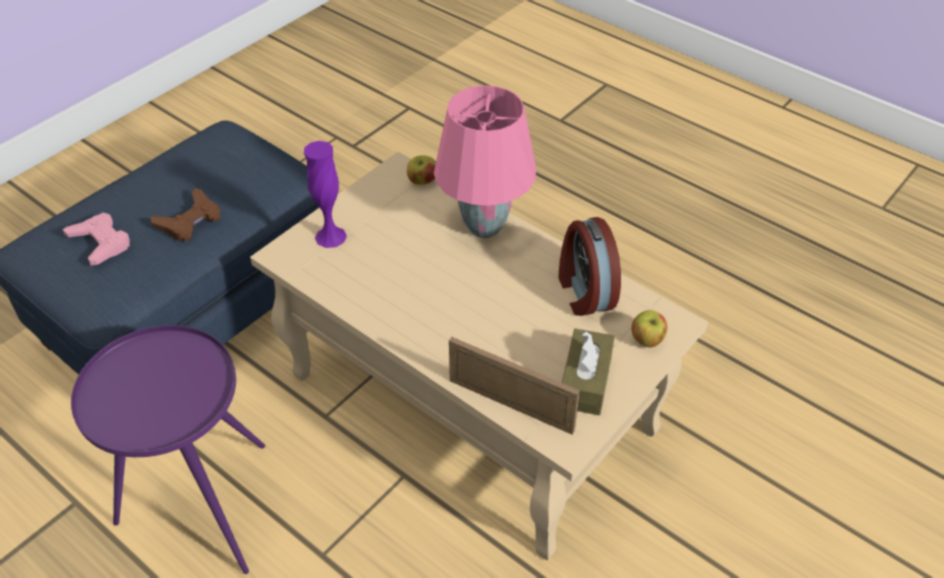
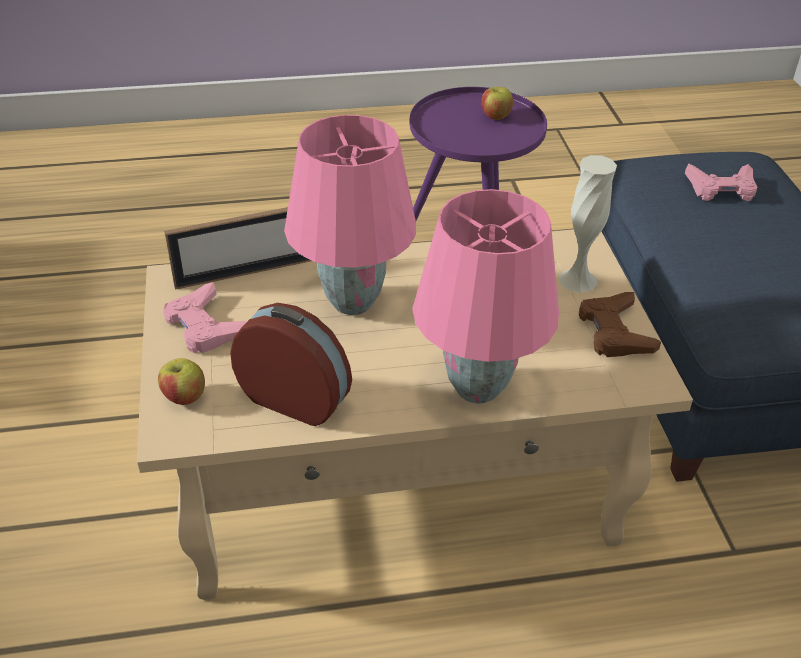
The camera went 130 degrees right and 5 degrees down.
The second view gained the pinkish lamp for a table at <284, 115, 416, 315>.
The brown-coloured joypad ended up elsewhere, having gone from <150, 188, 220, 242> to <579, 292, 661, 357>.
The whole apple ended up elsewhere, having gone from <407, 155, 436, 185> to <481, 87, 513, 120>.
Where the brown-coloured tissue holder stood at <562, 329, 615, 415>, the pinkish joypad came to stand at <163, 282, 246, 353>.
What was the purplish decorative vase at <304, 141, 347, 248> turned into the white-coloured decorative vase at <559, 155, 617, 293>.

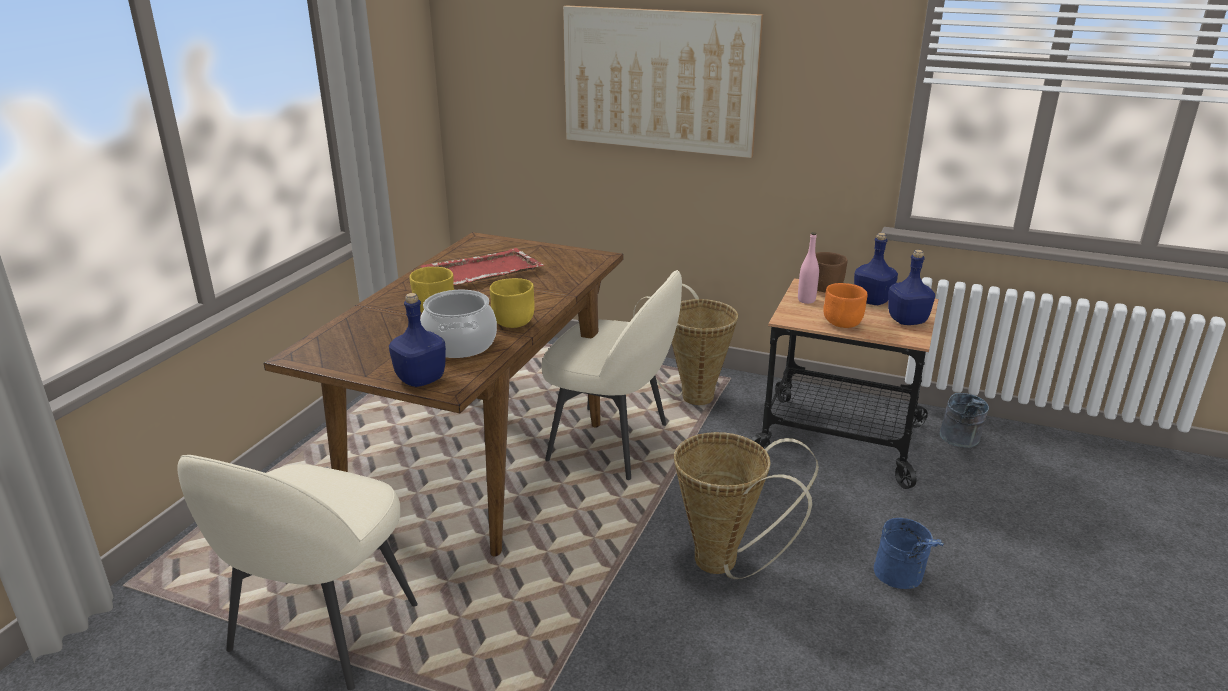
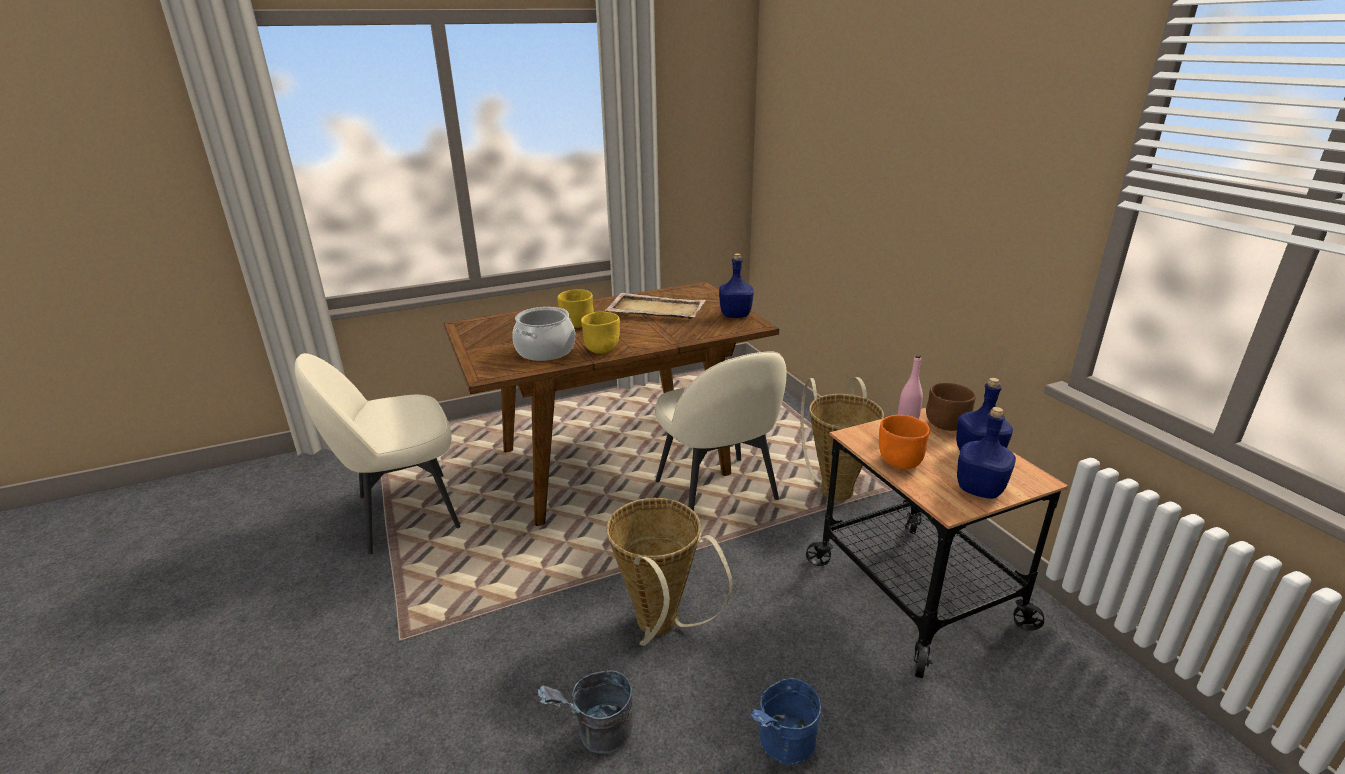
The camera went 45 degrees right and 0 degrees up.
The second view lost the wall art at <563, 5, 763, 158>.
The bluish bottle ended up elsewhere, having gone from <389, 293, 446, 387> to <719, 253, 754, 318>.
The greyish bucket ended up elsewhere, having gone from <940, 393, 989, 448> to <537, 671, 634, 754>.
What was the red-coloured tray at <420, 248, 544, 285> turned into the beige tray at <605, 293, 706, 319>.

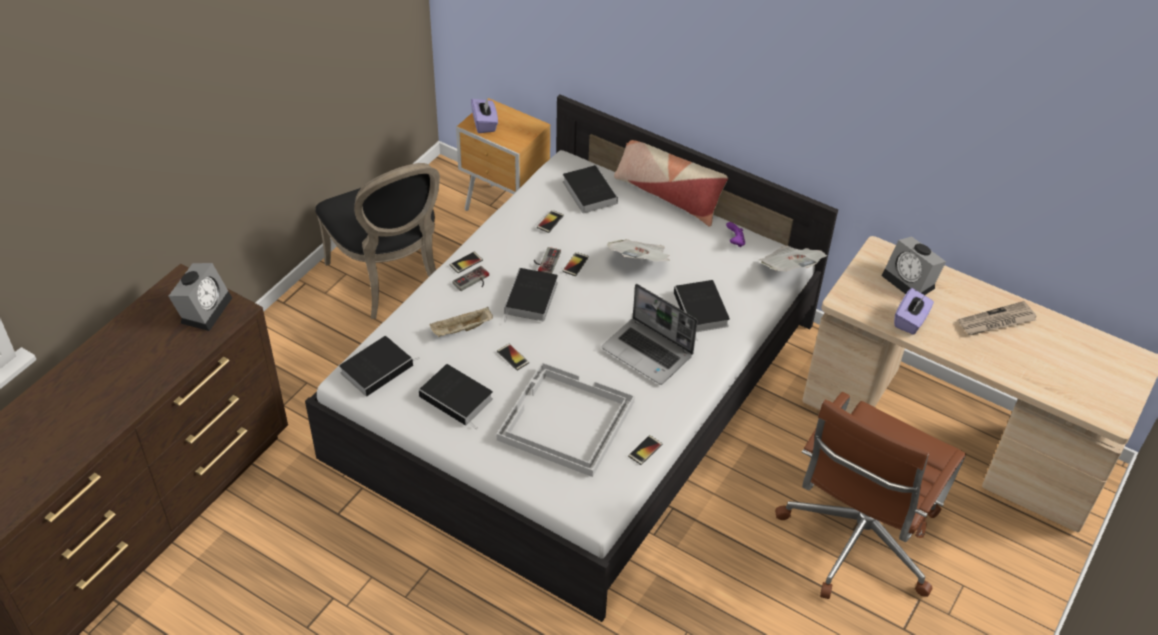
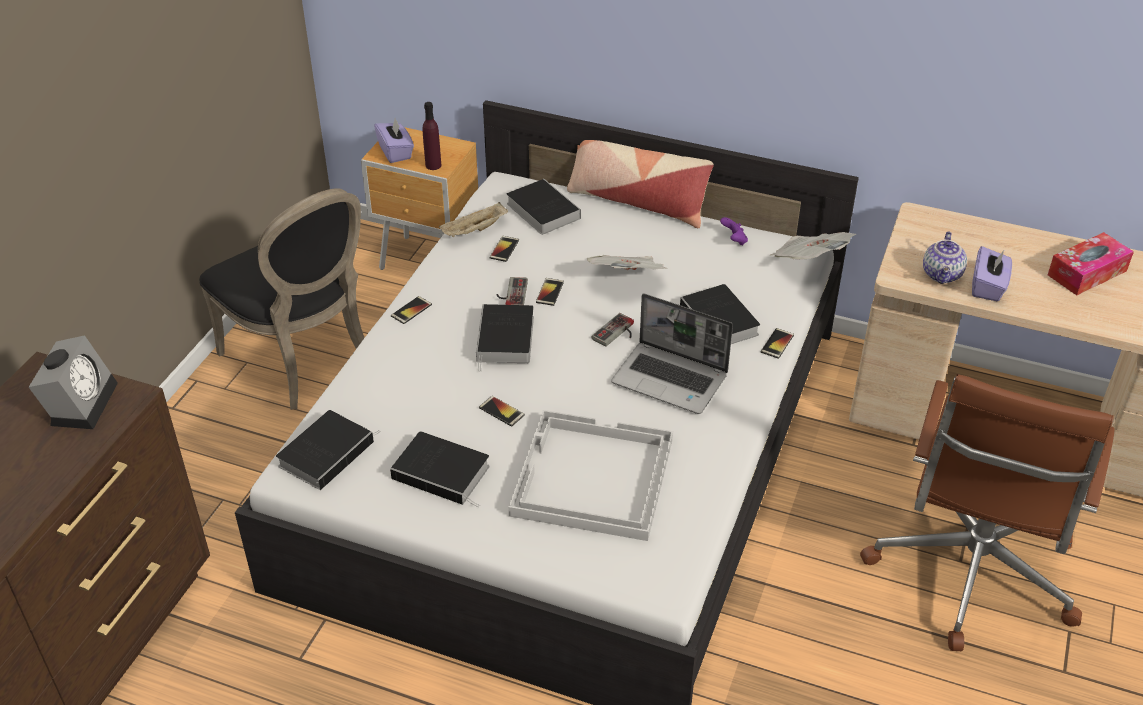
The camera went 10 degrees left and 5 degrees down.
The second view lost the alarm clock at <882, 236, 946, 295>.
The second view gained the purplish bottle at <422, 102, 441, 170>.
The second view gained the tea pot at <923, 231, 967, 284>.
The beige tray ended up elsewhere, having gone from <430, 307, 493, 337> to <439, 202, 508, 237>.
The joypad ended up elsewhere, having gone from <453, 266, 489, 291> to <592, 313, 634, 347>.
The telephone ended up elsewhere, having gone from <628, 435, 662, 465> to <761, 328, 794, 359>.
Where the printed paper stood at <958, 301, 1036, 335>, the tissue holder came to stand at <1048, 232, 1134, 295>.

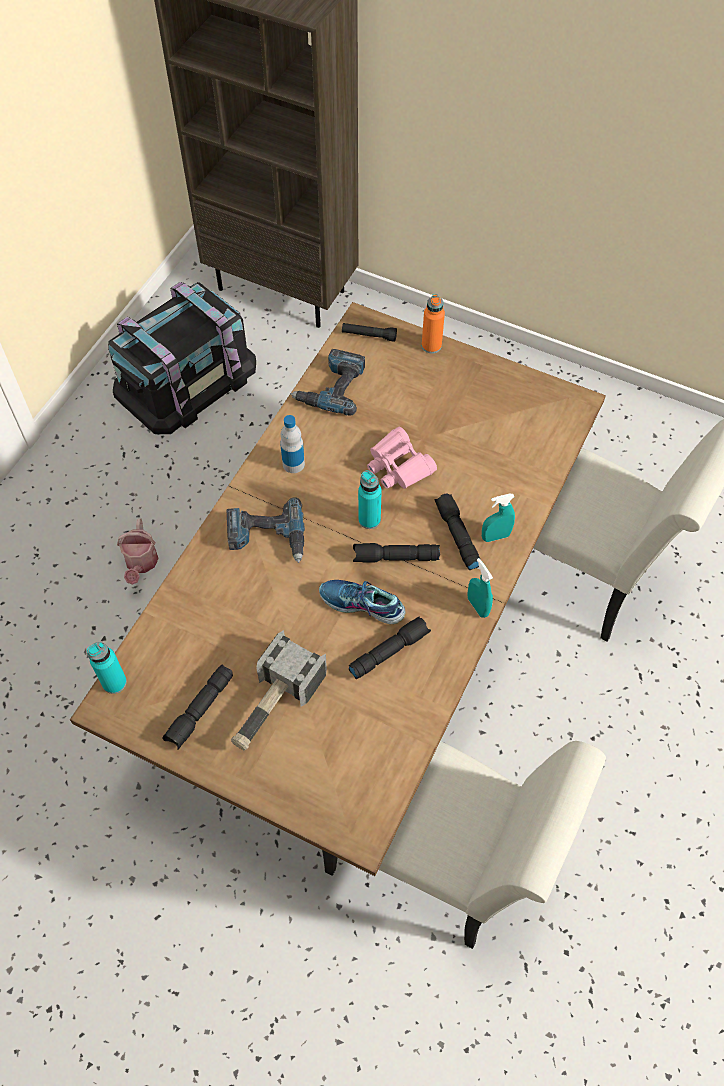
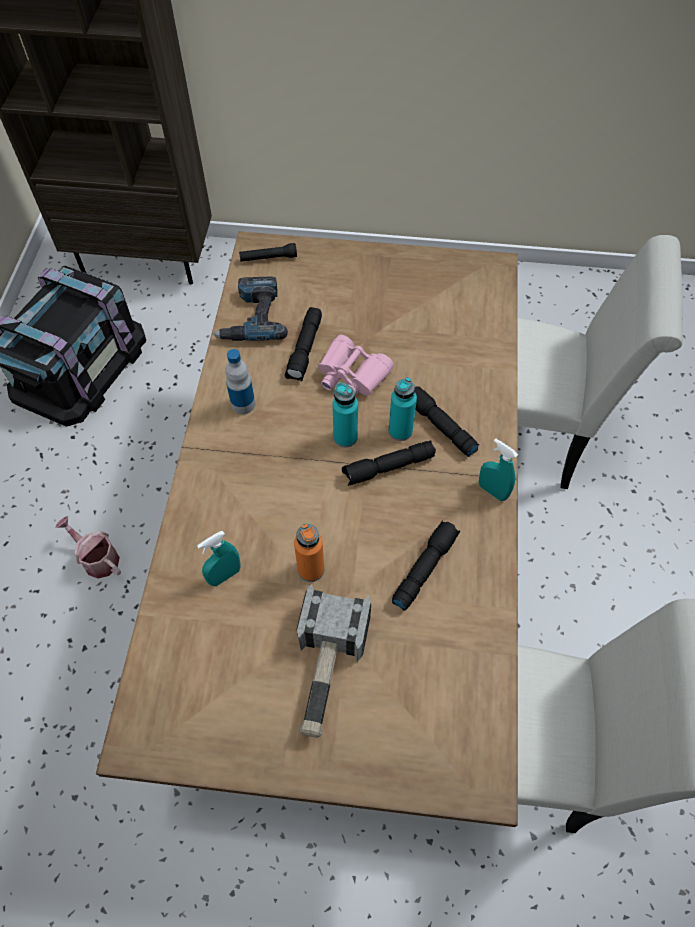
The camera went 20 degrees left and 0 degrees up.
The second view lost the power drill at <227, 497, 305, 563>.
The second view lost the item of footwear at <319, 580, 406, 624>.
The turquoise-coloured bottle ended up elsewhere, having gone from <87, 642, 127, 694> to <388, 377, 417, 441>.
The black flashlight ended up elsewhere, having gone from <162, 665, 233, 750> to <285, 307, 322, 381>.
The orangey bottle ended up elsewhere, having gone from <422, 294, 445, 353> to <294, 523, 324, 582>.
The turquoise-coloured spray bottle ended up elsewhere, having gone from <482, 494, 515, 542> to <197, 531, 241, 586>.
The sprinkling can at <117, 518, 159, 585> ended up facing another way, 150 degrees clockwise from before.

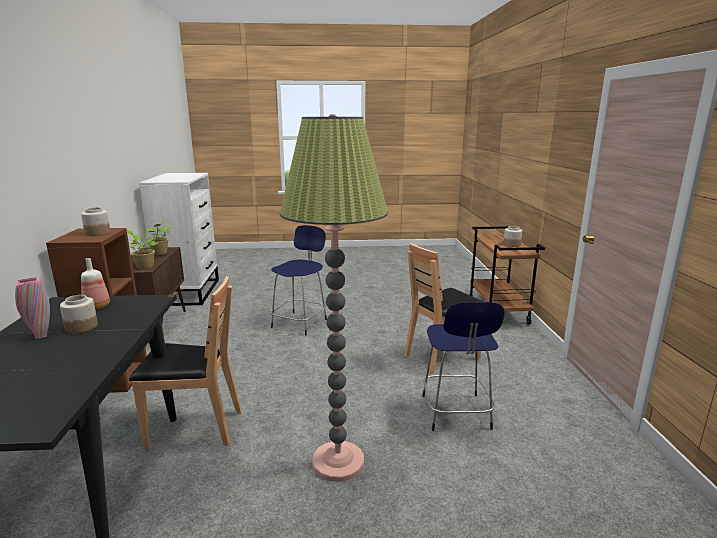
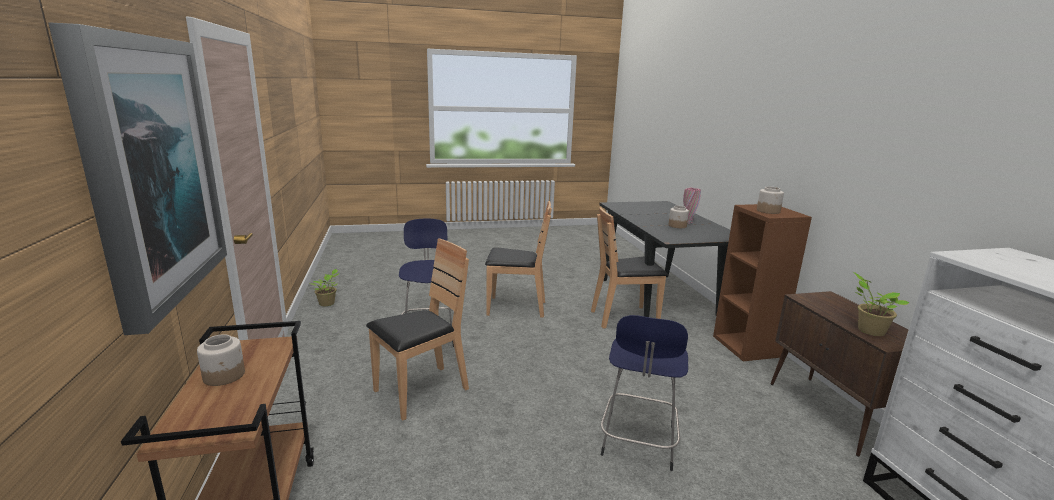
The camera went 170 degrees right and 0 degrees up.
The second view lost the bottle at <81, 258, 110, 309>.
The second view gained the wall art at <48, 22, 227, 335>.
The potted plant ended up elsewhere, having gone from <127, 230, 158, 269> to <310, 269, 339, 306>.
Where the standing lamp stood at <280, 114, 388, 482>, the brown-coloured upright chair came to stand at <485, 201, 552, 318>.

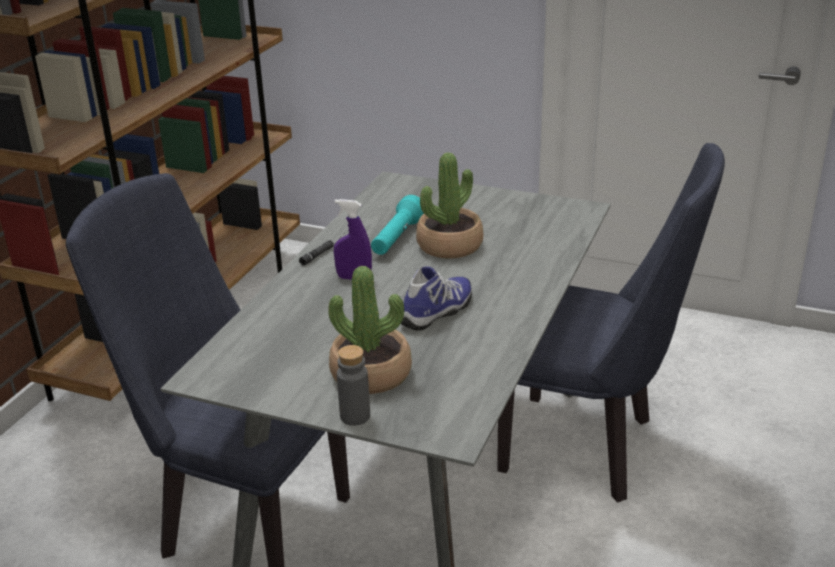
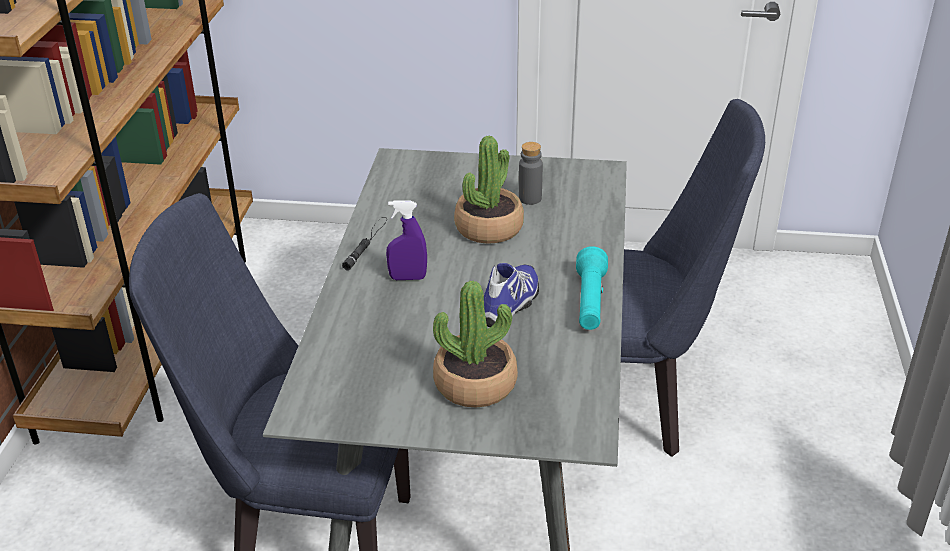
The camera went 15 degrees left and 5 degrees up.
The greyish bottle ended up elsewhere, having gone from <337, 345, 370, 426> to <519, 142, 543, 205>.
The turquoise-coloured flashlight ended up elsewhere, having gone from <371, 195, 424, 255> to <576, 246, 608, 330>.

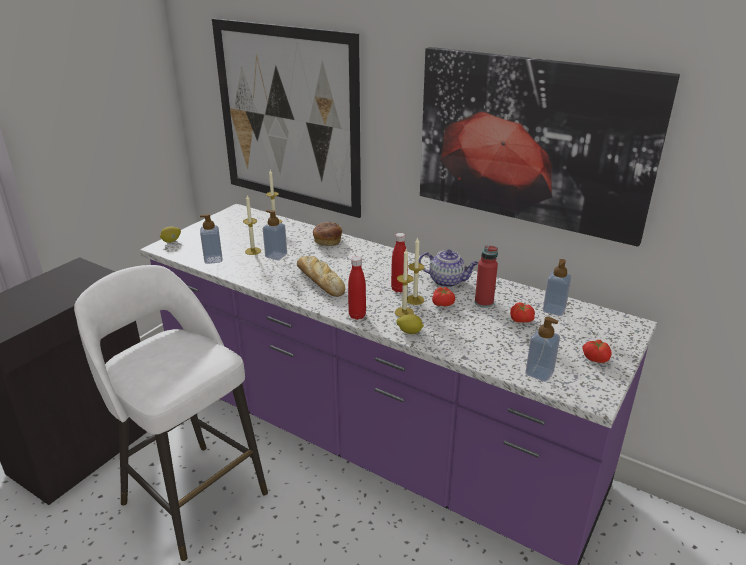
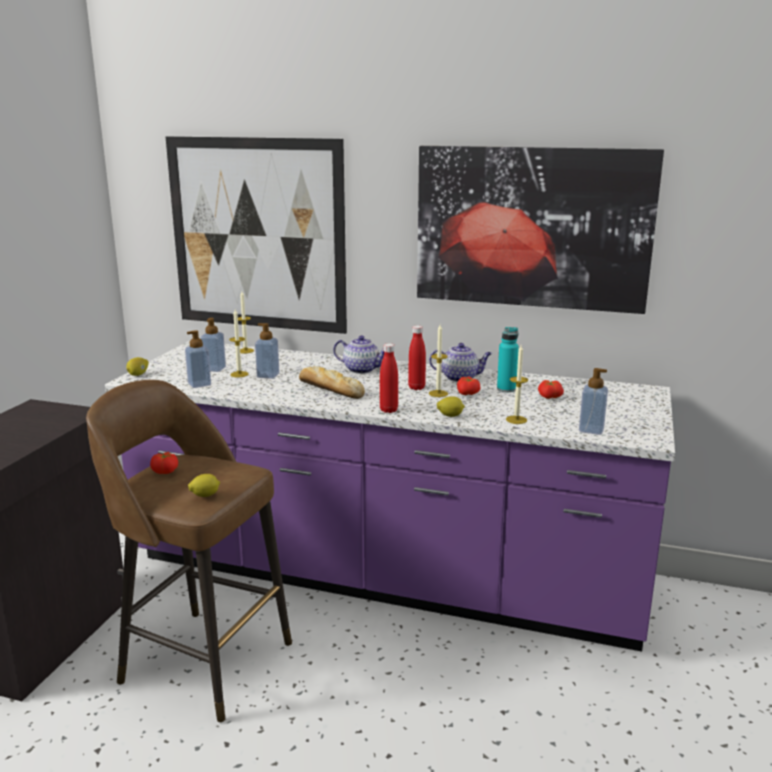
The camera went 15 degrees left and 10 degrees down.
The second view lost the bread at <313, 222, 342, 246>.
The second view gained the citrus fruit at <188, 474, 220, 497>.
The second view gained the tea pot at <333, 335, 384, 374>.
The candle ended up elsewhere, having gone from <395, 249, 414, 317> to <506, 345, 528, 424>.
The liquid soap bottle ended up elsewhere, having gone from <543, 259, 571, 316> to <200, 318, 226, 372>.
The tomato ended up elsewhere, having gone from <582, 340, 612, 363> to <150, 452, 178, 474>.
What was the white-coloured stool seat at <74, 265, 268, 561> turned into the brown-coloured stool seat at <86, 380, 292, 722>.
What was the red-coloured bottle at <475, 245, 498, 308> turned into the turquoise-coloured bottle at <497, 327, 519, 392>.

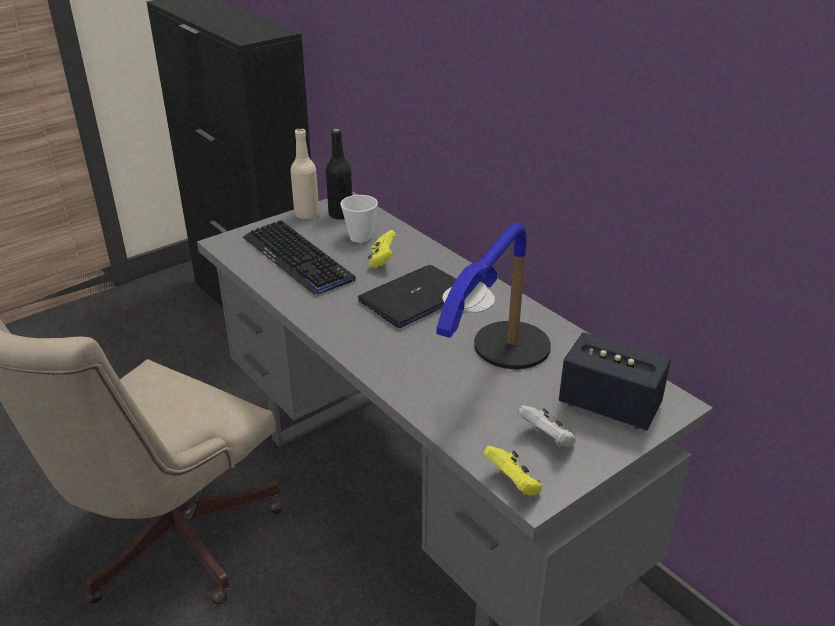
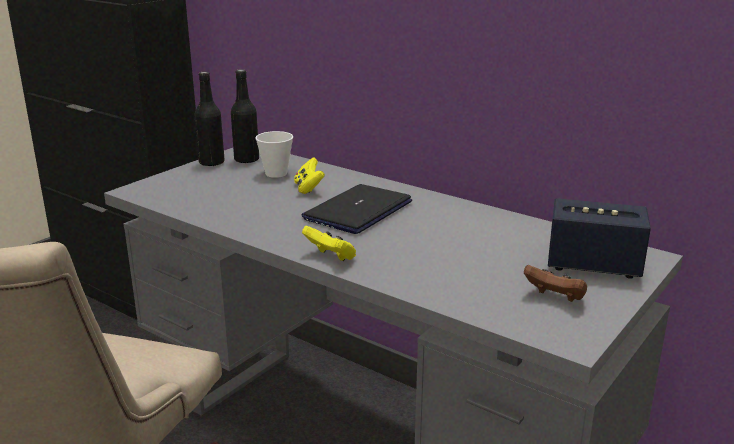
The camera went 15 degrees left and 10 degrees down.
The second view lost the keyboard at <243, 220, 356, 295>.
The second view lost the lamp for a table at <436, 223, 551, 369>.
The yellowish joypad ended up elsewhere, having gone from <483, 446, 543, 496> to <302, 226, 356, 261>.
What was the beige bottle at <290, 128, 319, 220> turned into the black bottle at <194, 72, 225, 167>.
What was the white-coloured joypad at <517, 405, 576, 448> turned into the brown-coloured joypad at <524, 265, 587, 302>.

